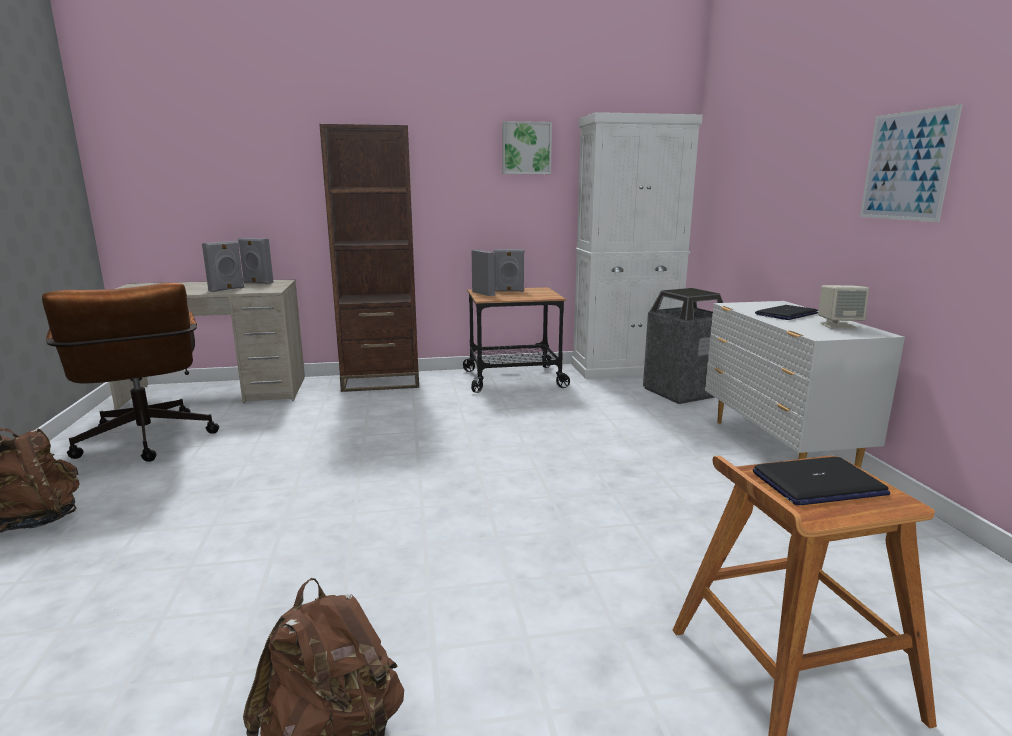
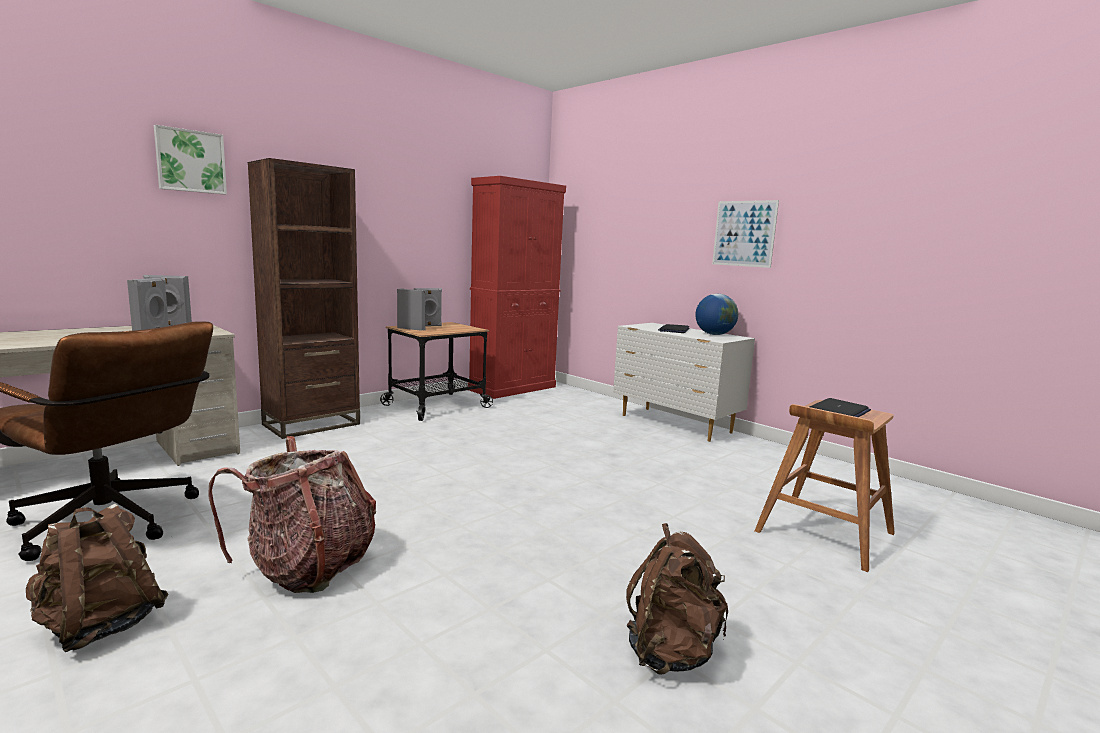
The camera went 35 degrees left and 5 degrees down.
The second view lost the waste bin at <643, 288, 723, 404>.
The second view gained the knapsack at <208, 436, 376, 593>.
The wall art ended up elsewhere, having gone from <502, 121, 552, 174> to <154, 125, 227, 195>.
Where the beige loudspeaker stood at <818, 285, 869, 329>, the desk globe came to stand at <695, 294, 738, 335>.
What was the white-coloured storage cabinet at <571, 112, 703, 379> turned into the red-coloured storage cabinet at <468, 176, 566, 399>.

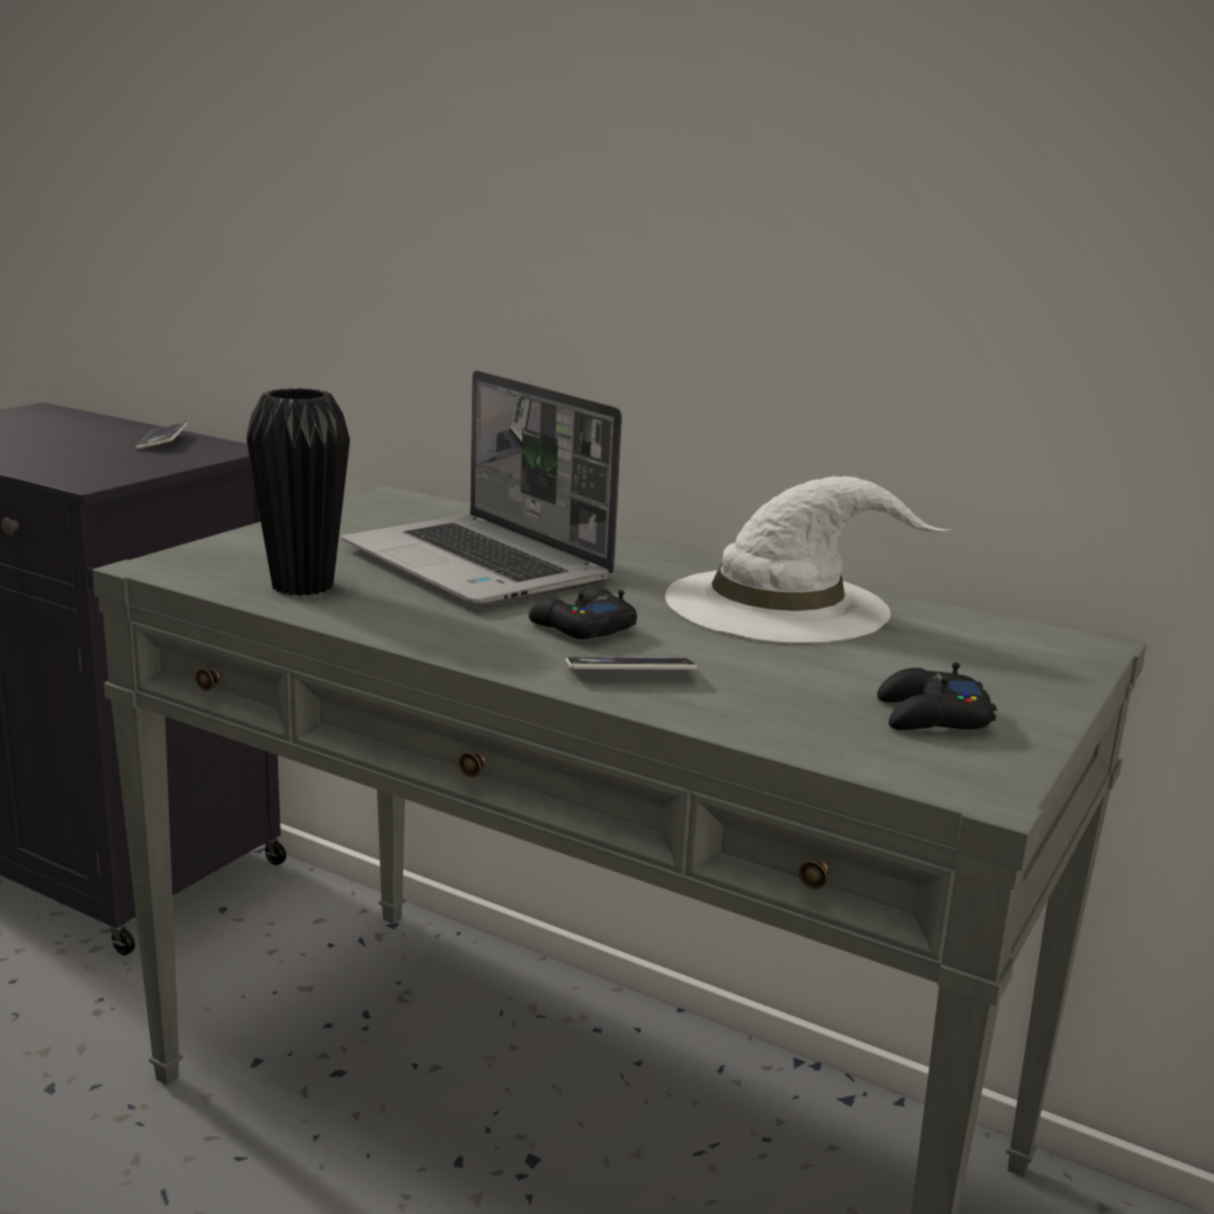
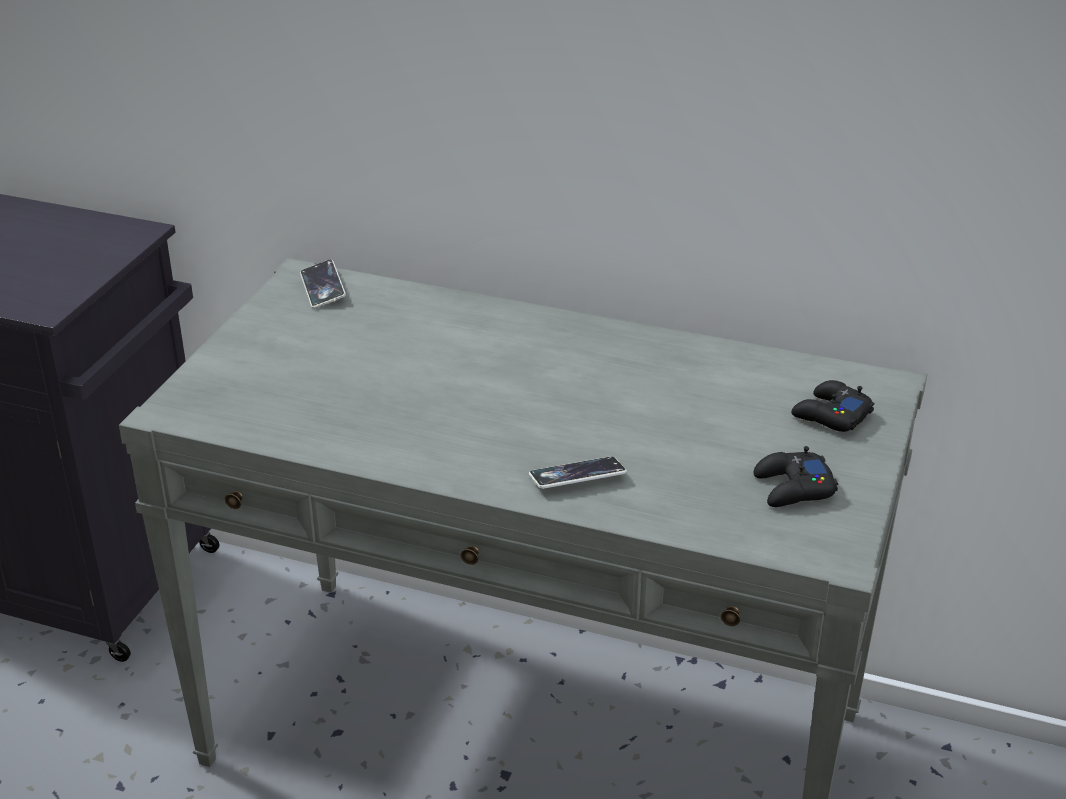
The camera went 10 degrees left and 15 degrees up.
The second view lost the black decorative vase at <246, 388, 350, 596>.
The second view lost the notebook computer at <342, 370, 622, 606>.
The second view lost the white-coloured hat at <665, 476, 952, 643>.
The telephone ended up elsewhere, having gone from <135, 422, 188, 449> to <300, 259, 346, 308>.
The black joypad ended up elsewhere, having gone from <529, 588, 637, 639> to <791, 380, 874, 432>.

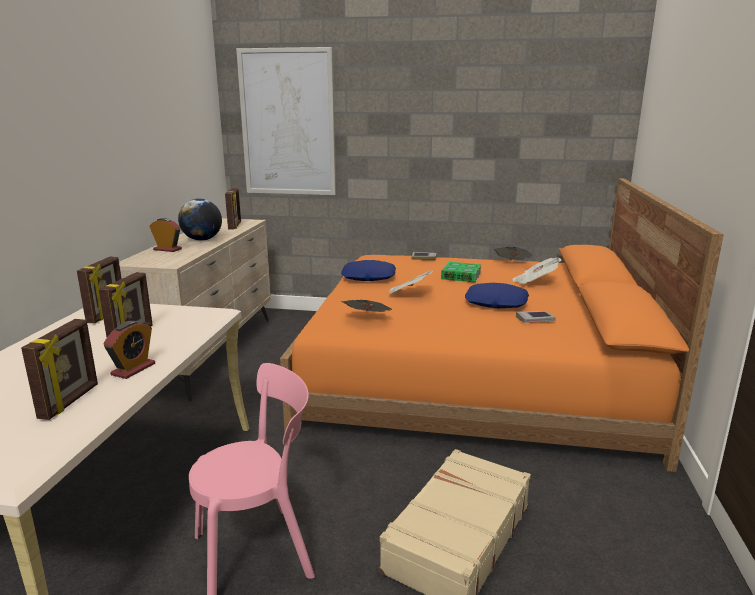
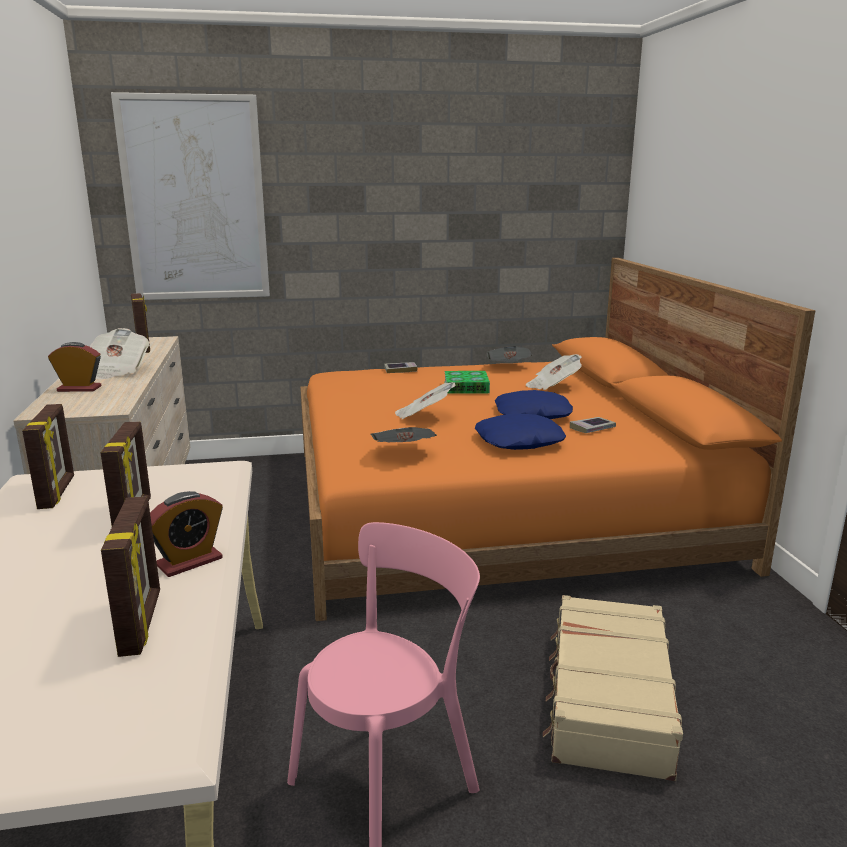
The camera went 20 degrees left and 0 degrees up.
The bluish pillow ended up elsewhere, having gone from <341, 260, 396, 281> to <475, 413, 566, 450>.
Where the desk globe stood at <178, 198, 222, 241>, the printed paper came to stand at <89, 328, 150, 379>.
The alarm clock at <103, 321, 155, 379> ended up facing another way, 45 degrees clockwise from before.

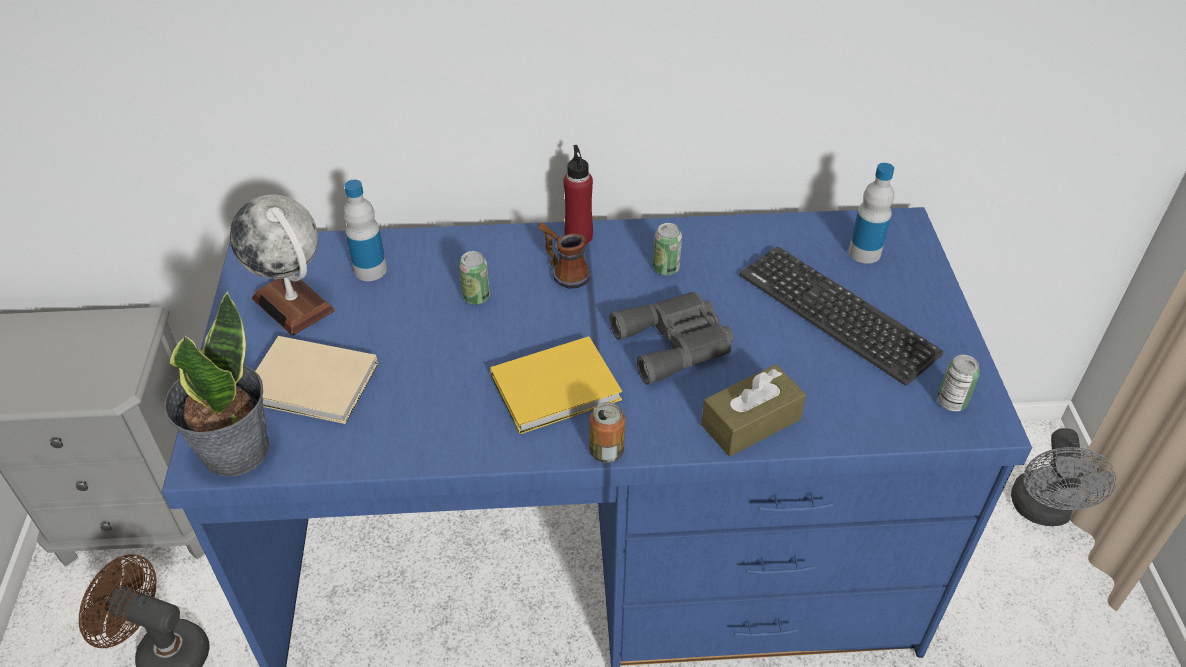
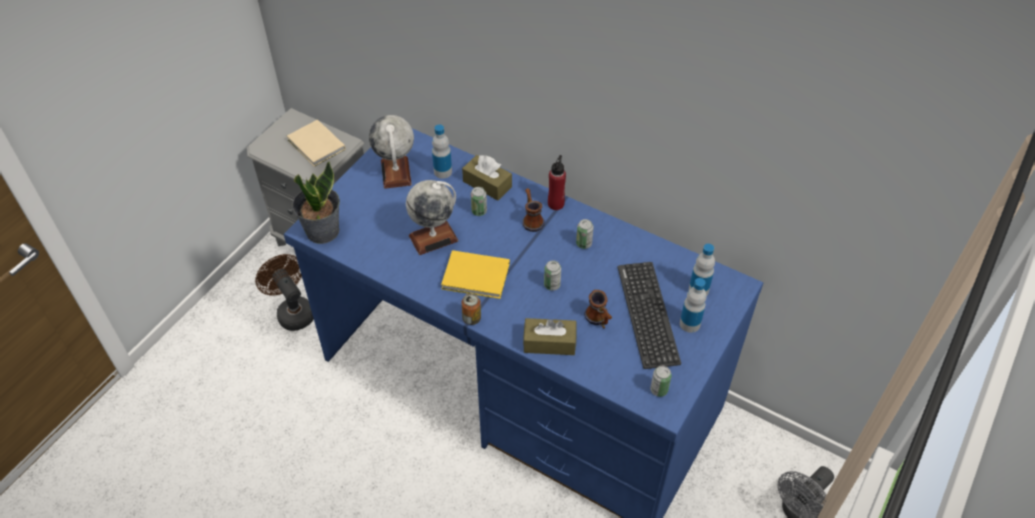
The camera went 35 degrees right and 5 degrees up.
The second view gained the desk globe at <406, 180, 458, 255>.
The second view gained the brown-coloured tissue holder at <462, 155, 512, 201>.
The second view gained the mug at <584, 290, 612, 329>.
The second view gained the bottle at <680, 278, 706, 333>.
The beige volume ended up elsewhere, having gone from <255, 336, 378, 424> to <287, 120, 346, 167>.
Where the greyish pair of binoculars stood at <609, 292, 734, 385>, the sealed can came to stand at <544, 260, 561, 291>.

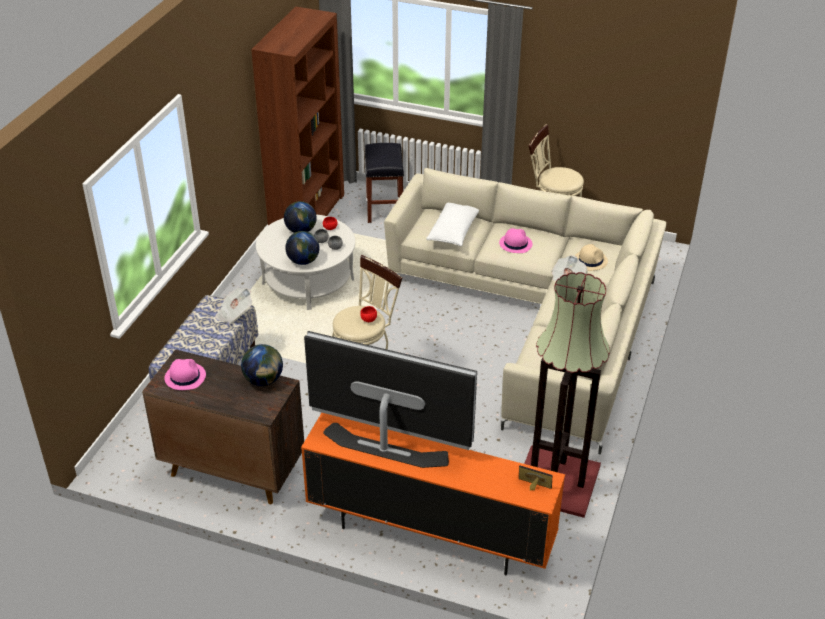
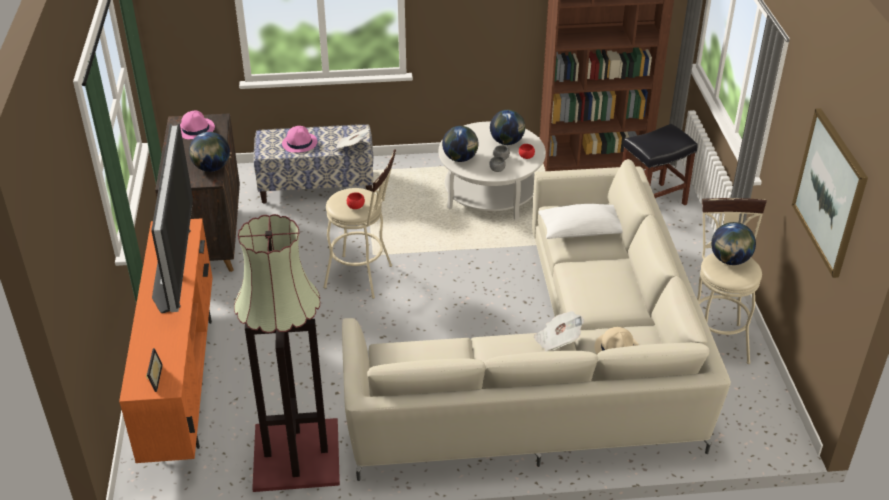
The camera went 65 degrees right and 0 degrees up.
The second view gained the desk globe at <711, 222, 756, 265>.
The second view gained the wall art at <792, 108, 868, 278>.
The pinkish hat ended up elsewhere, having gone from <499, 228, 533, 253> to <282, 126, 317, 153>.

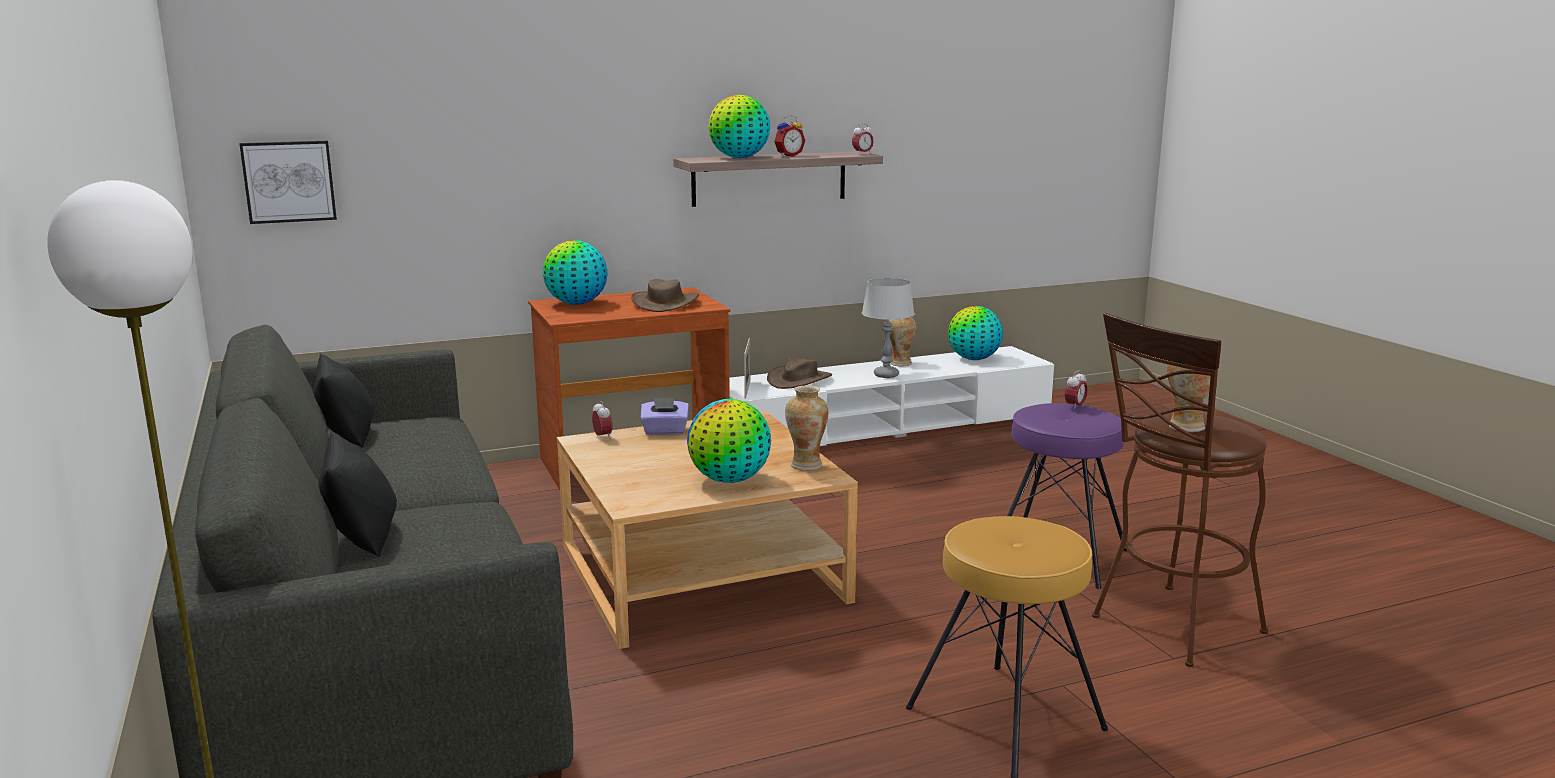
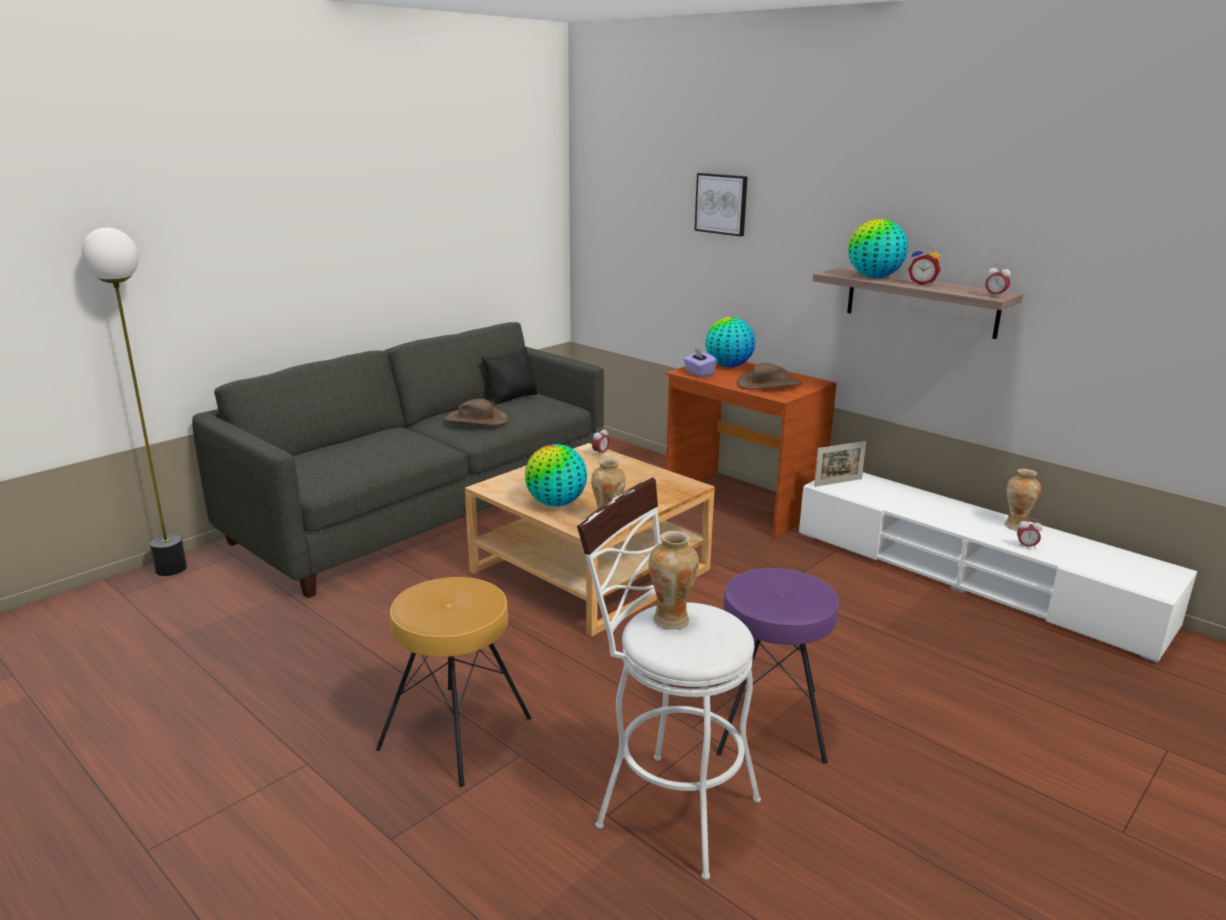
The camera went 65 degrees right and 5 degrees up.
The second view lost the black pillow at <318, 431, 397, 557>.
The second view lost the greyish lamp for a table at <862, 278, 915, 378>.
The second view lost the desk globe at <948, 306, 1003, 360>.
The wall art ended up elsewhere, having gone from <239, 141, 337, 224> to <695, 173, 748, 236>.
The purplish tissue holder ended up elsewhere, having gone from <640, 398, 689, 435> to <683, 348, 717, 377>.
The brown-coloured hat ended up elsewhere, having gone from <767, 356, 833, 389> to <444, 399, 508, 425>.
The alarm clock ended up elsewhere, having gone from <1065, 370, 1088, 410> to <1017, 518, 1042, 548>.
What was the brown-coloured stool seat at <1092, 313, 1268, 667> turned into the white-coloured stool seat at <577, 477, 761, 880>.

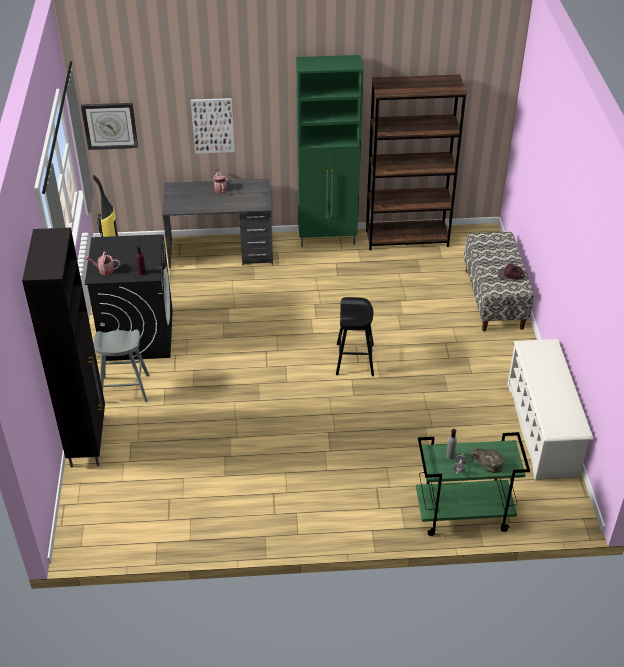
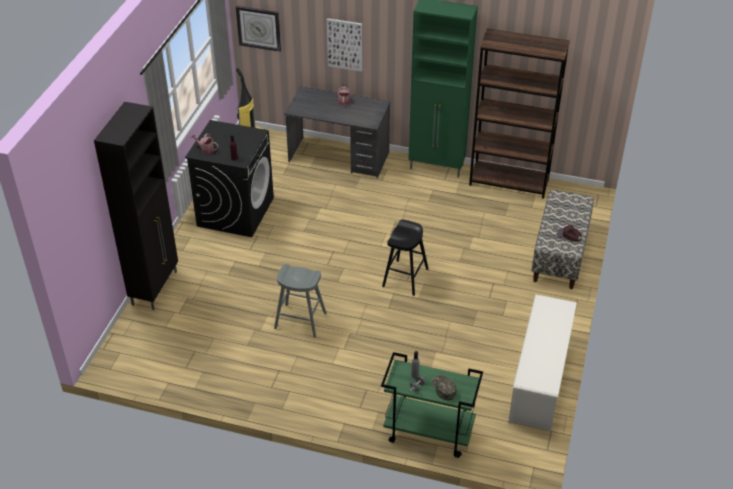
The camera went 20 degrees right and 0 degrees up.
The greyish stool seat ended up elsewhere, having gone from <94, 330, 149, 402> to <274, 264, 327, 338>.

